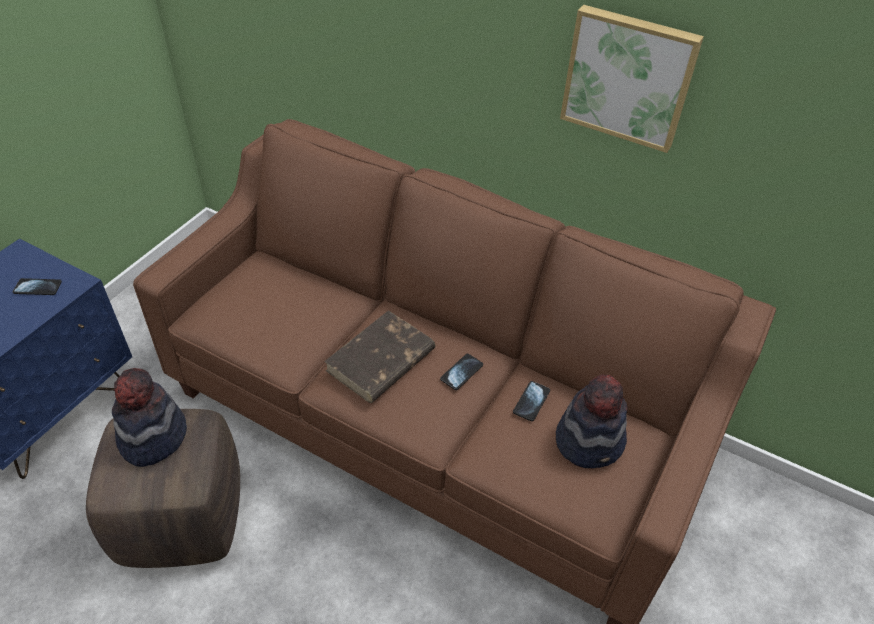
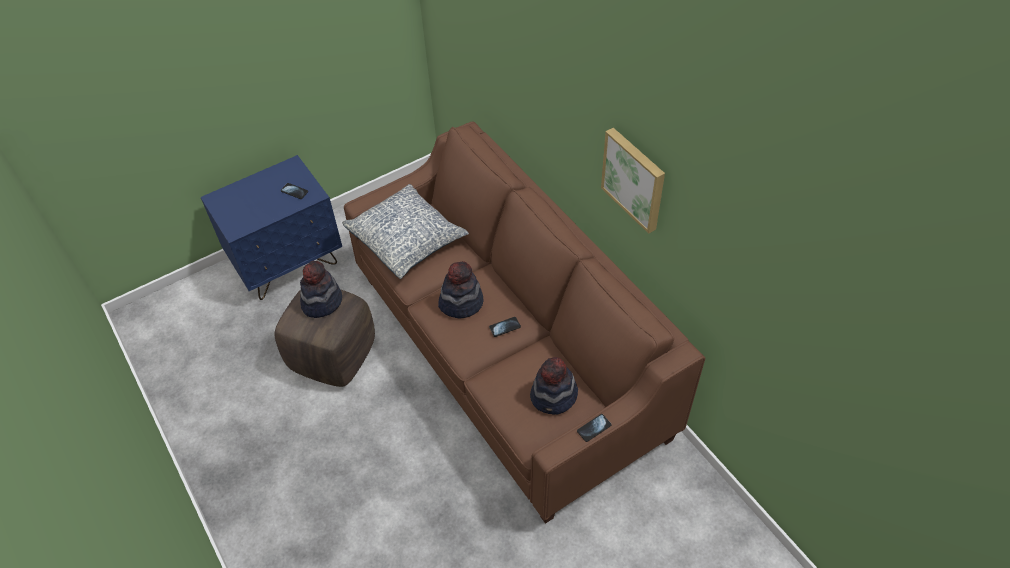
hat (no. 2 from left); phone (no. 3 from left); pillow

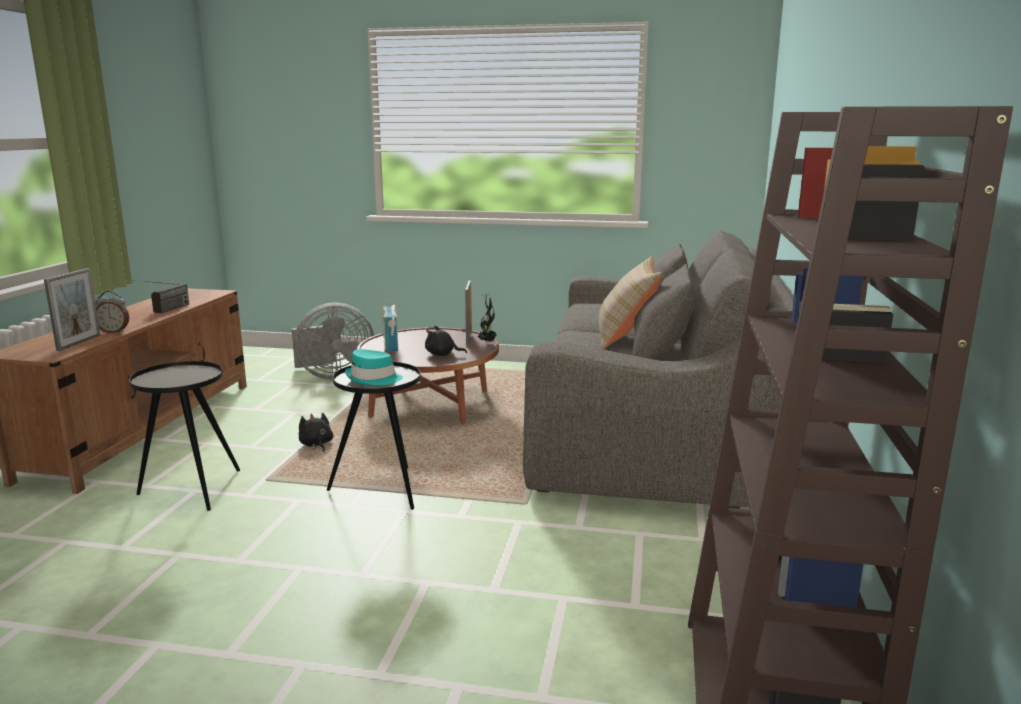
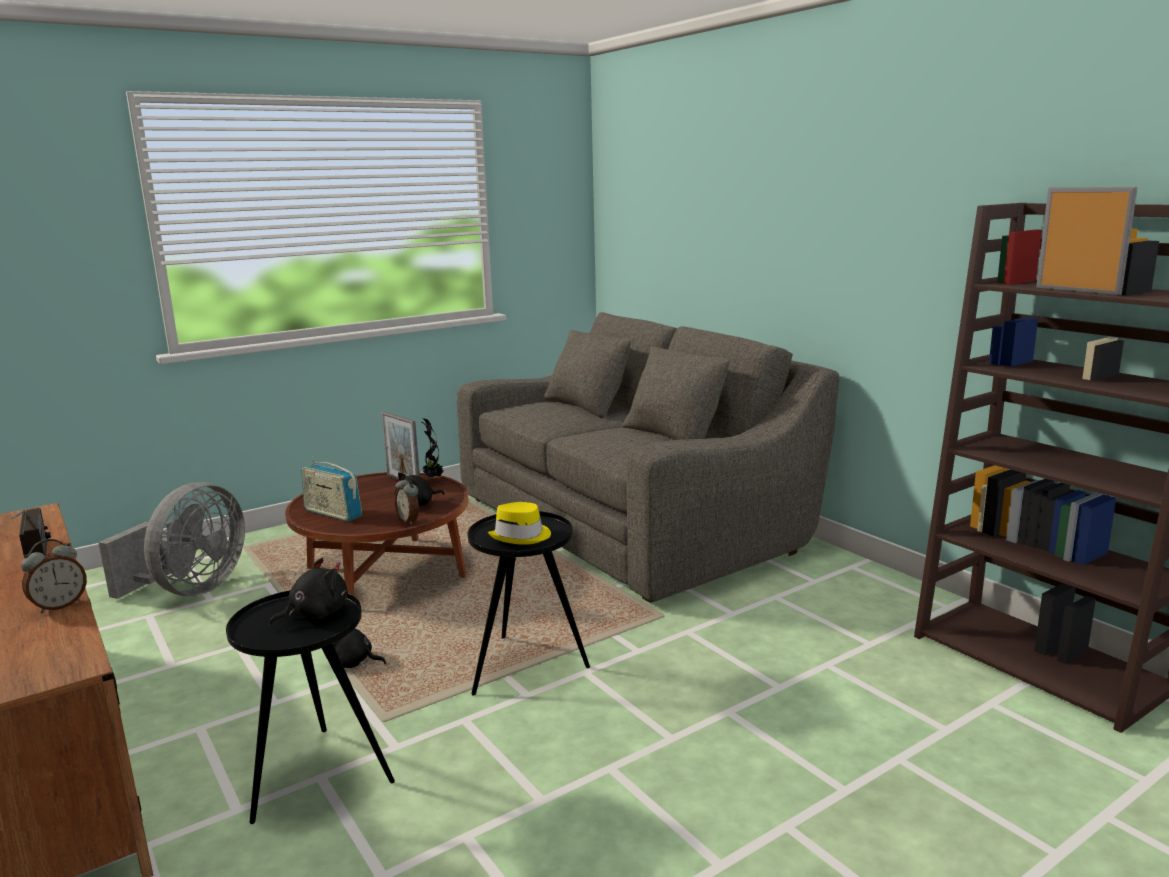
pillow/beige; picture frame (no. 2 from left); hat/yellow; alarm clock (no. 2 from left); plush toy/black (no. 1 from left)

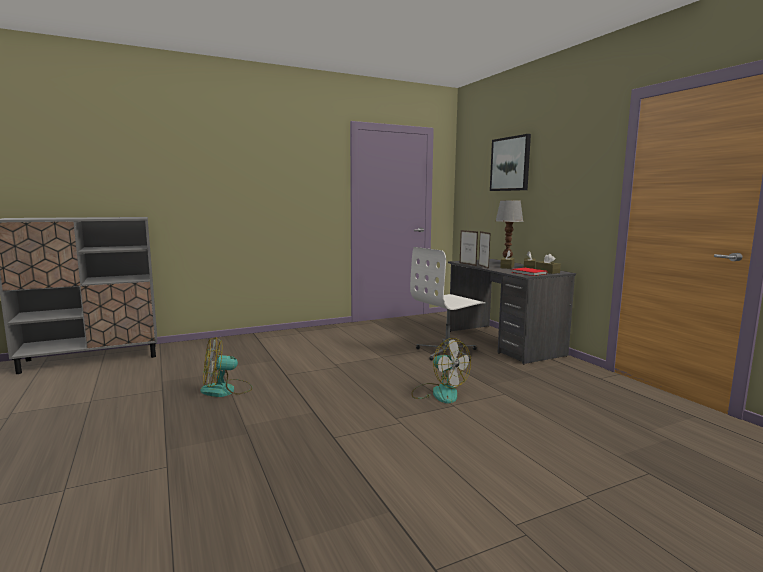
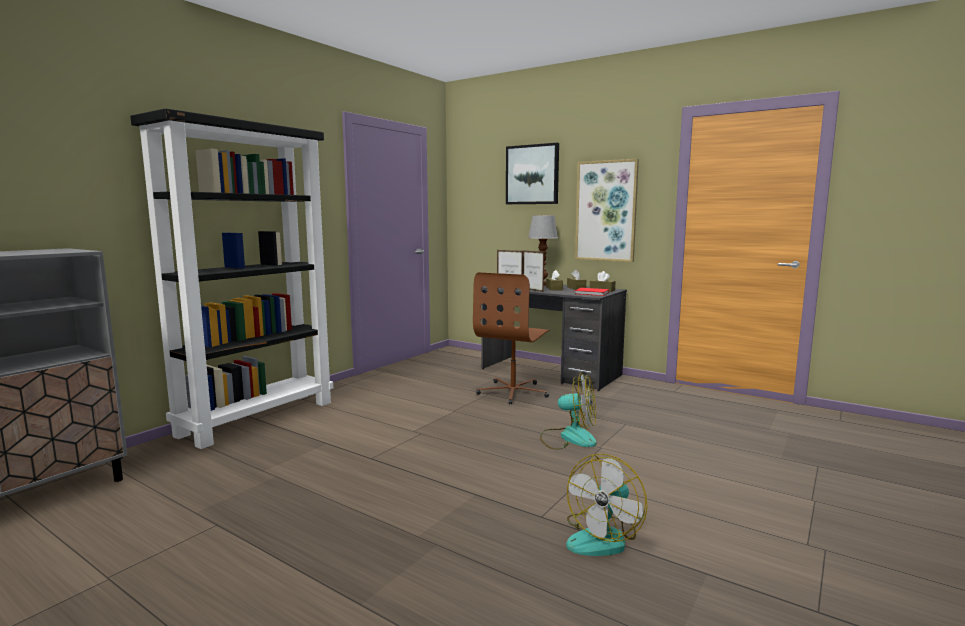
office chair/brown; fan (no. 2 from left); bookcase/black; picture (no. 2 from left)

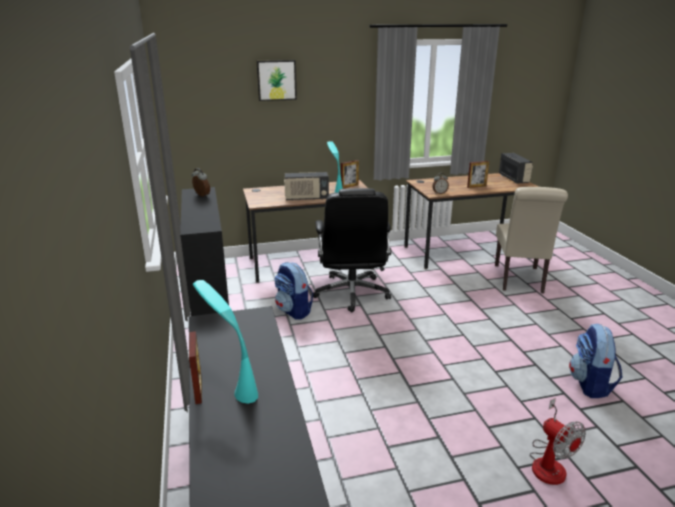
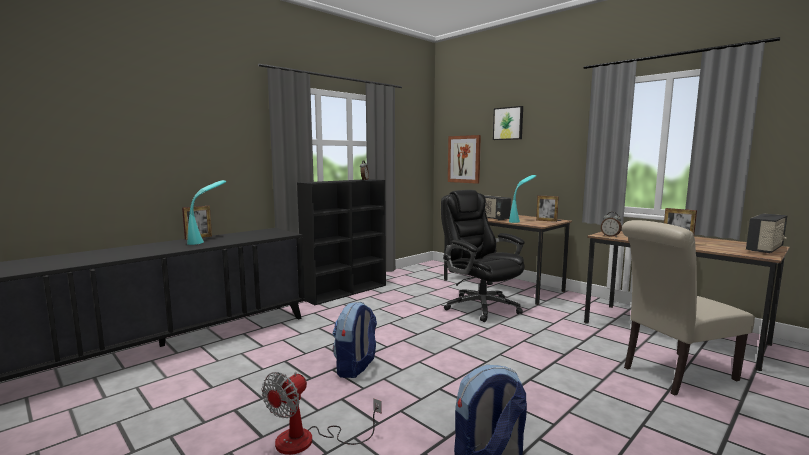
office chair/black; backpack (no. 1 from left); picture (no. 1 from left)

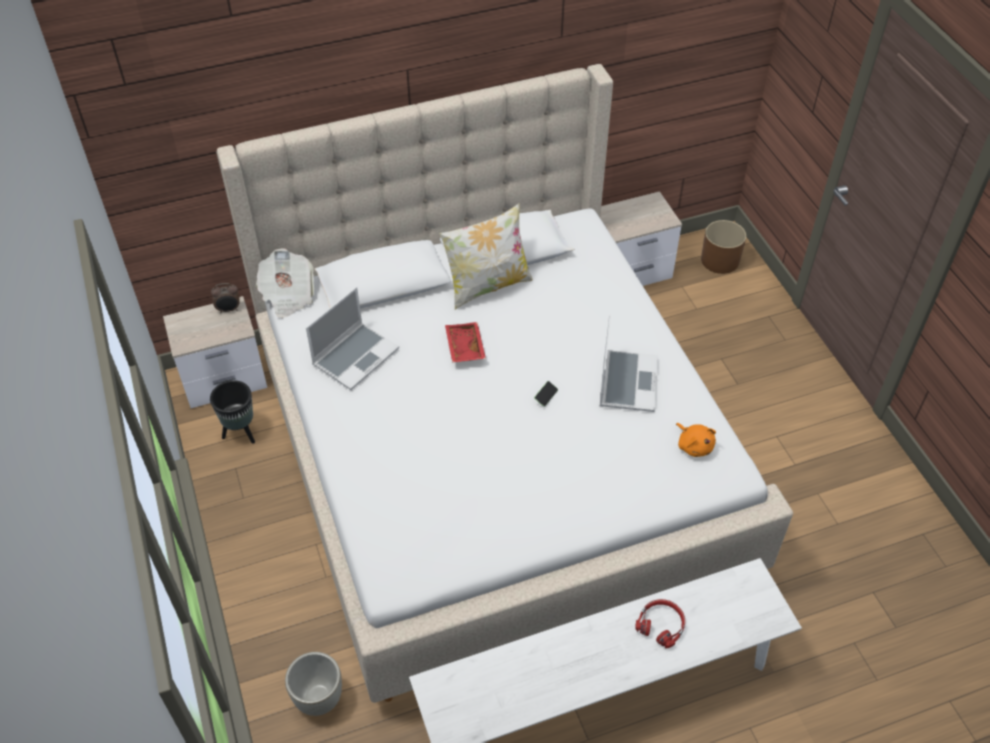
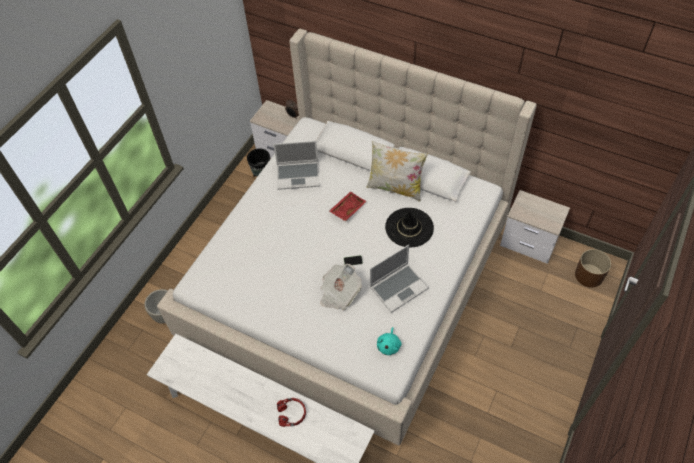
newspaper; plush toy/turquoise; hat/black

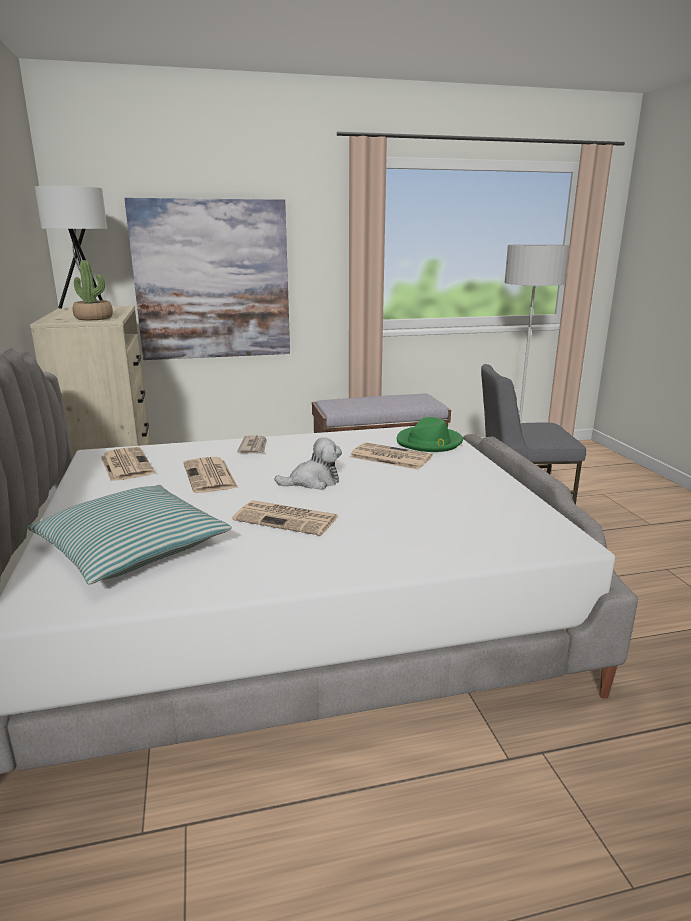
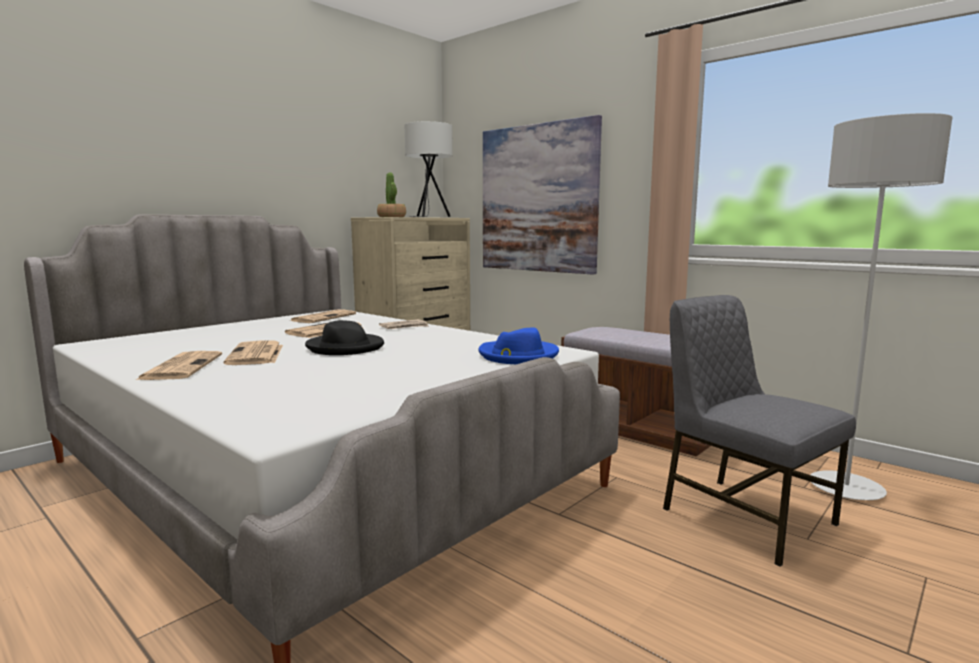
hat/blue; hat/black; newspaper (no. 1 from left); pillow

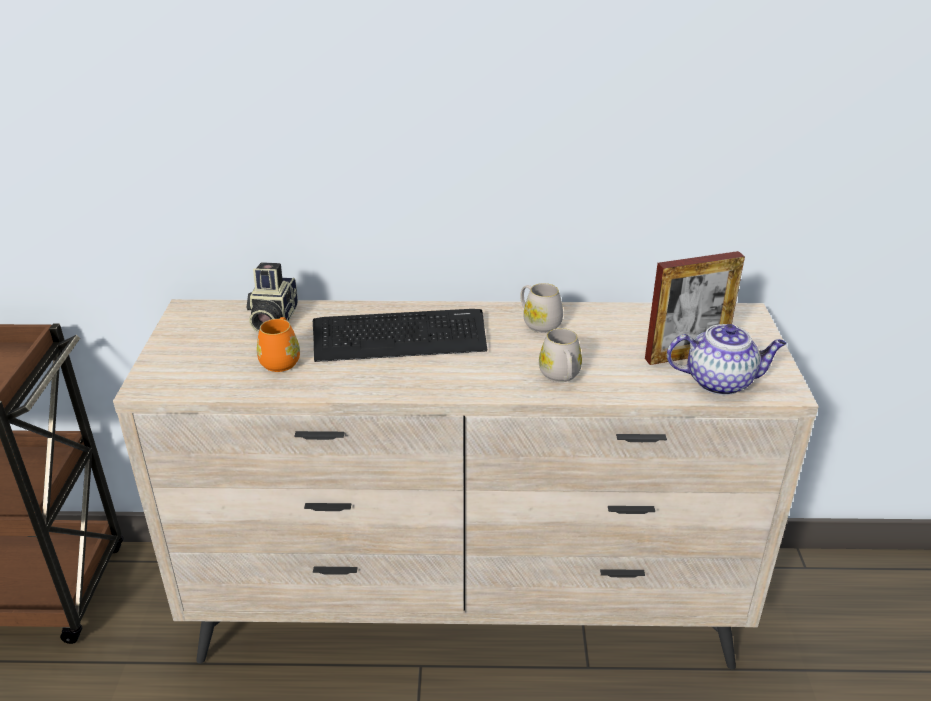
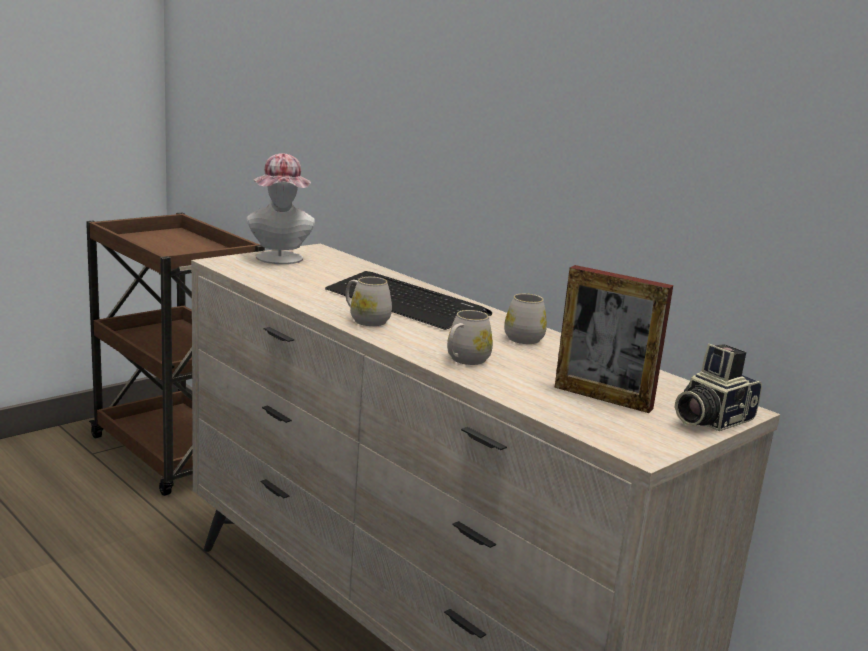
photo camera; mug/orange; teapot; hat; mug/white (no. 1 from left)

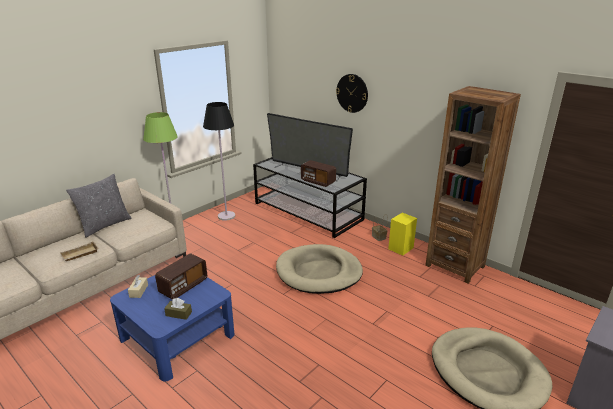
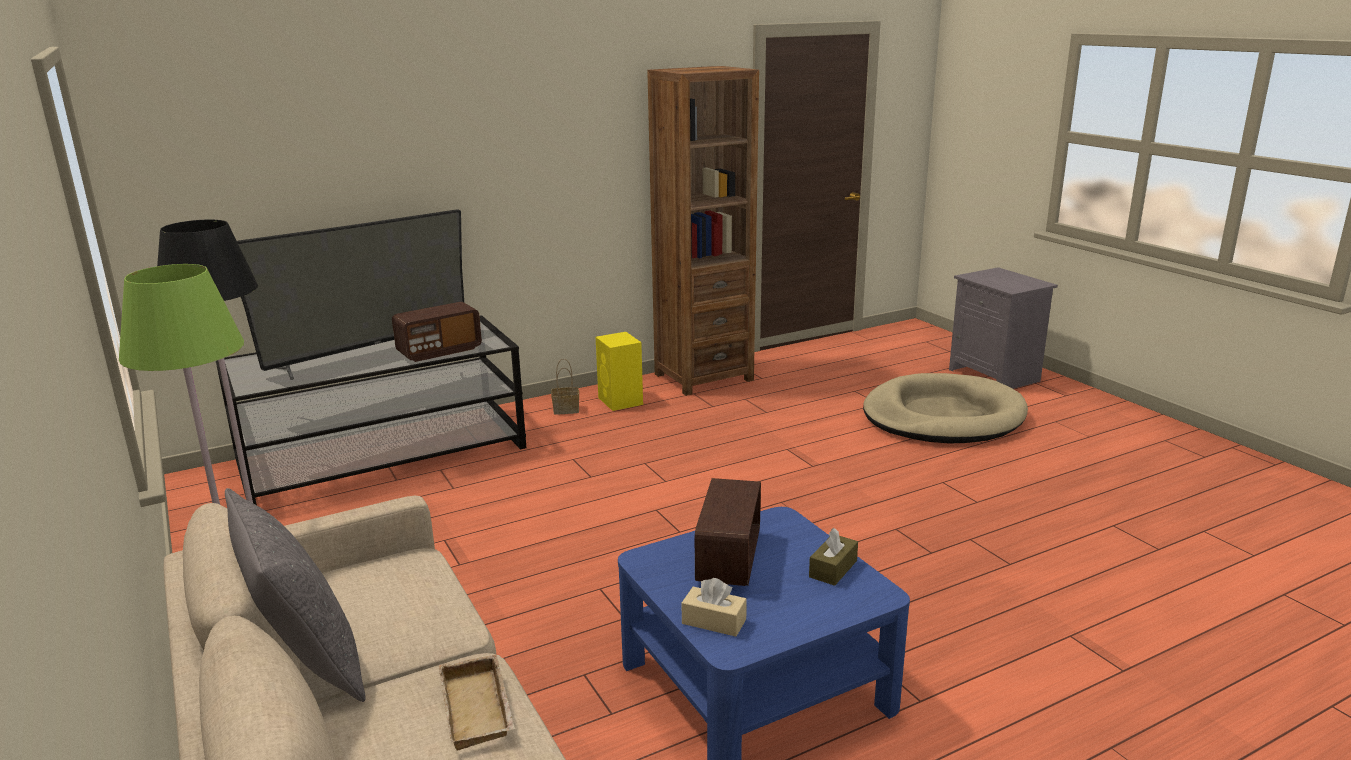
wall clock; dog bed/beige (no. 1 from left in the first image); radio (no. 2 from left)

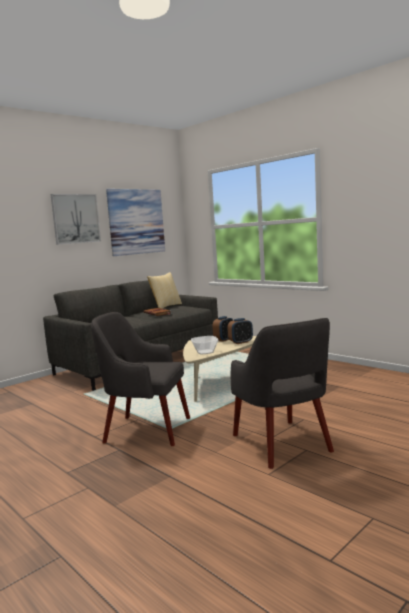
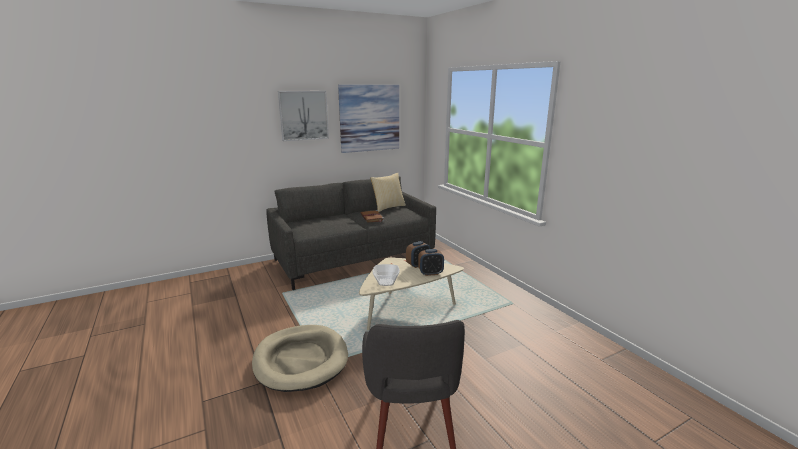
dog bed/beige

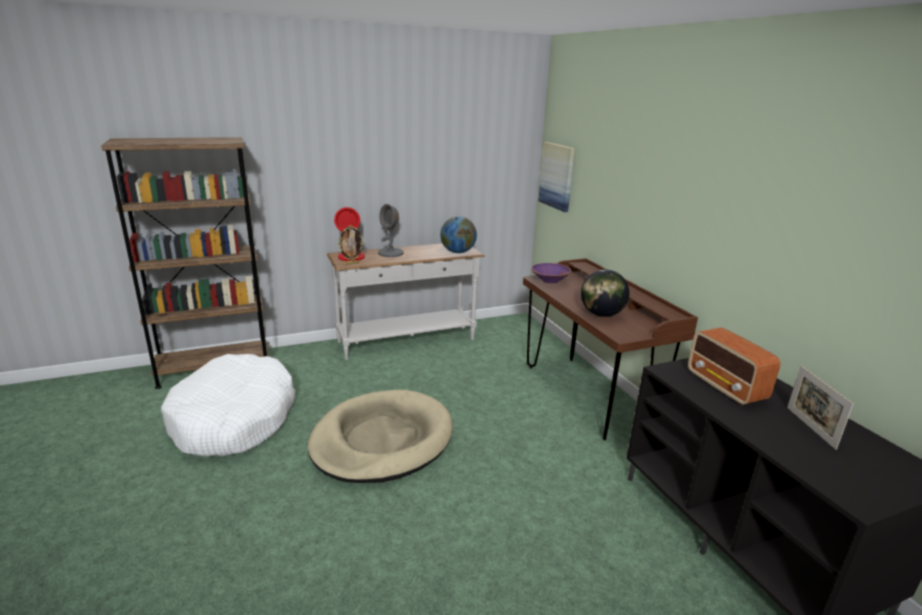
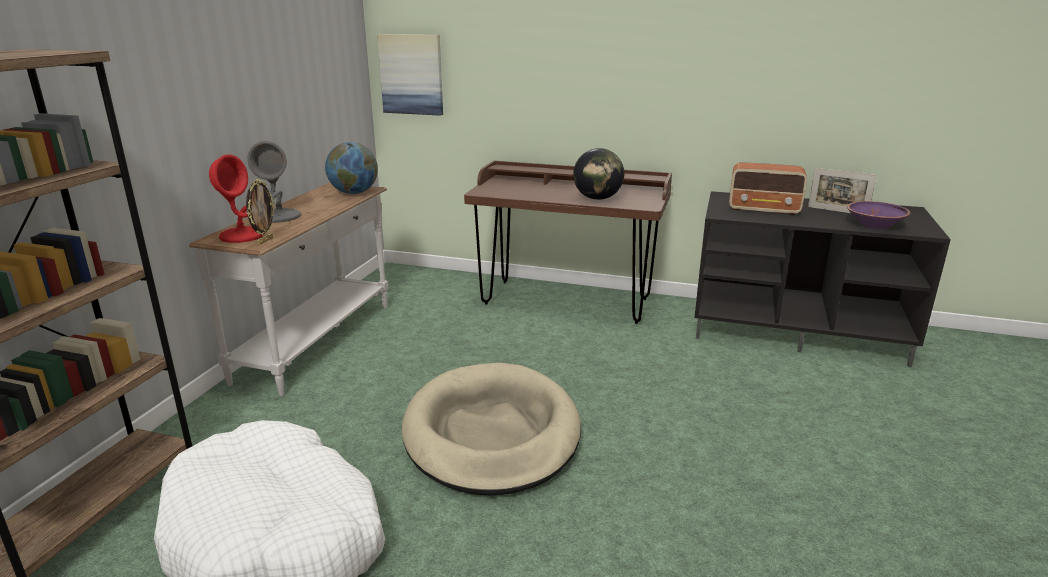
bowl/purple

